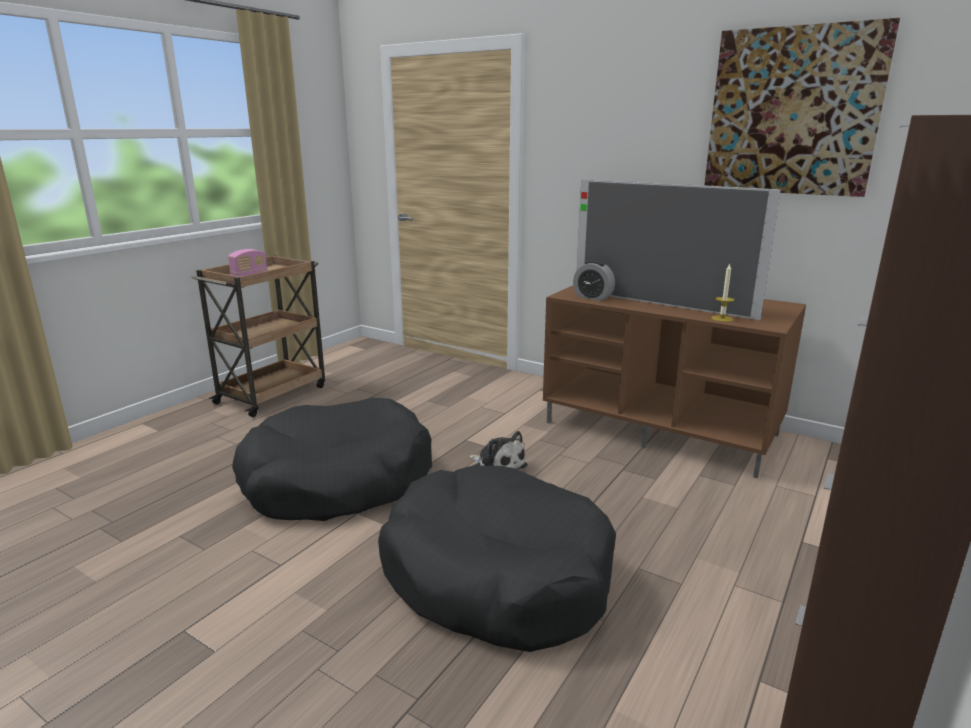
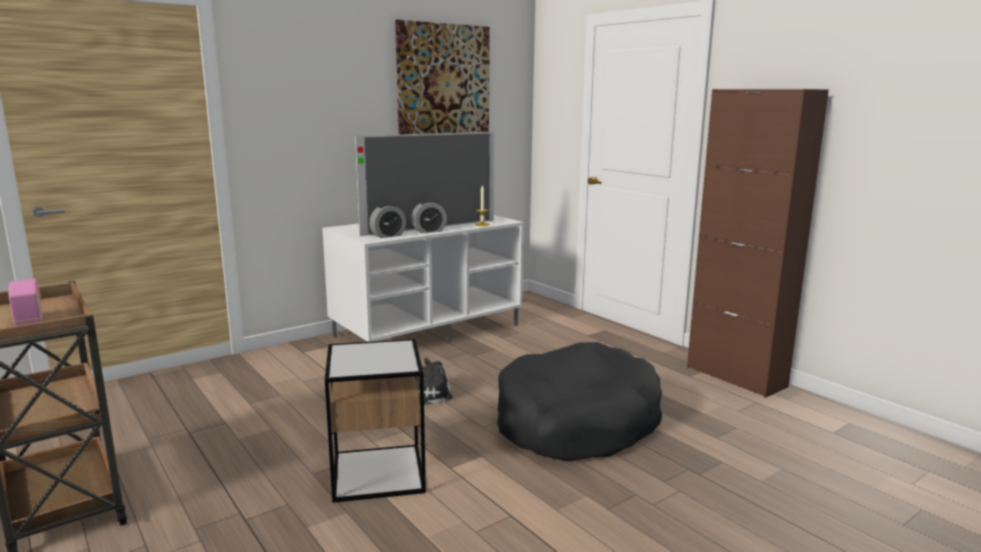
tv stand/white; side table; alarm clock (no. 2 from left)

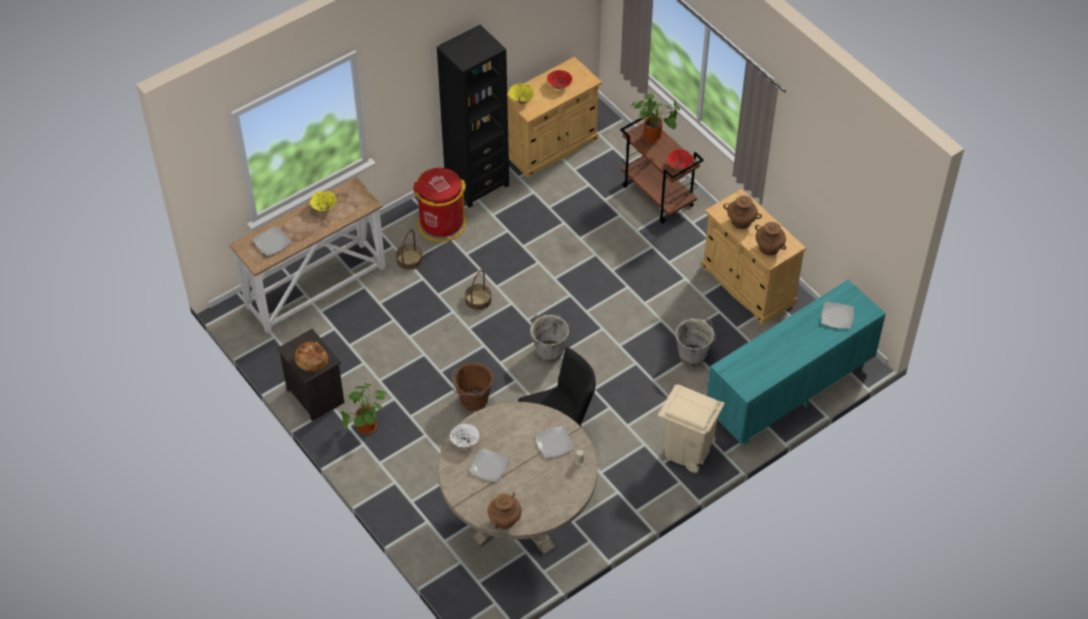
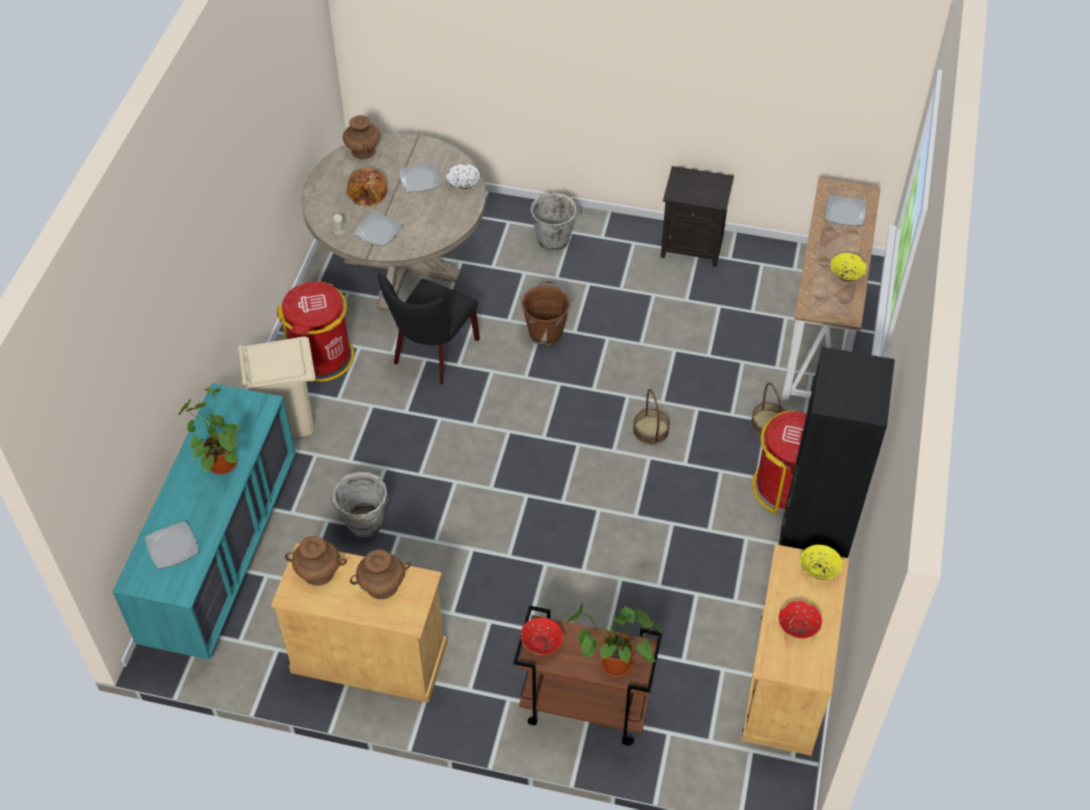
bucket/grey (no. 2 from left); bread; potted plant (no. 1 from left); trash can/red (no. 1 from left)

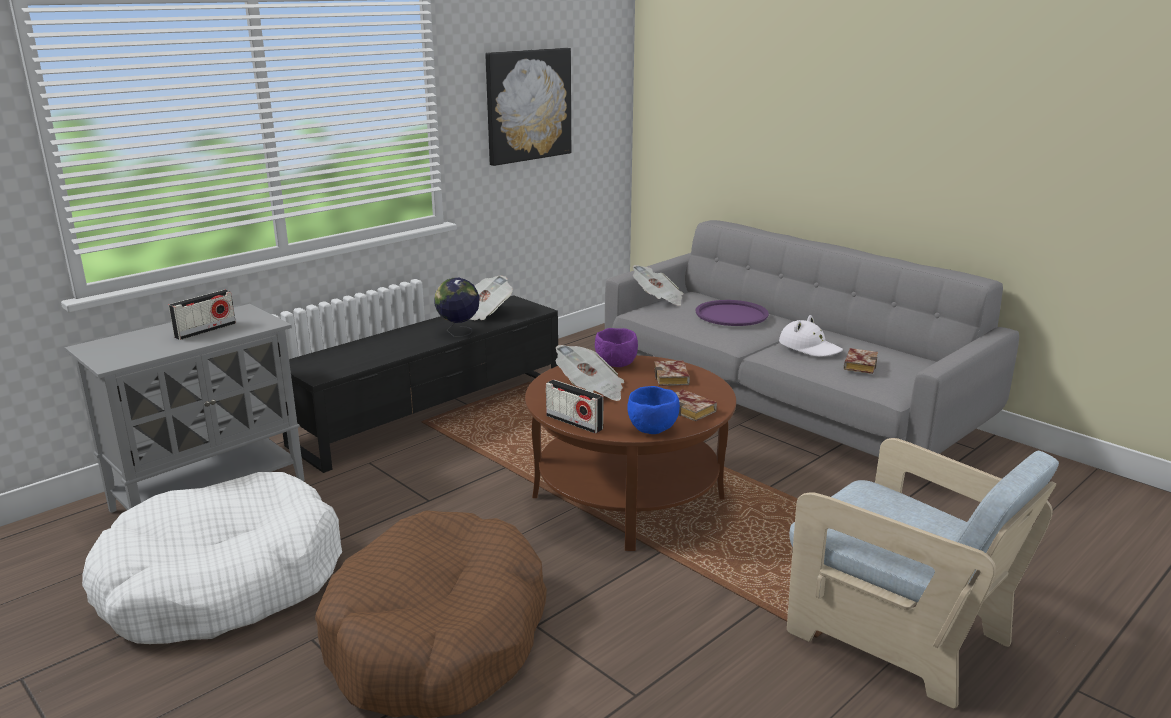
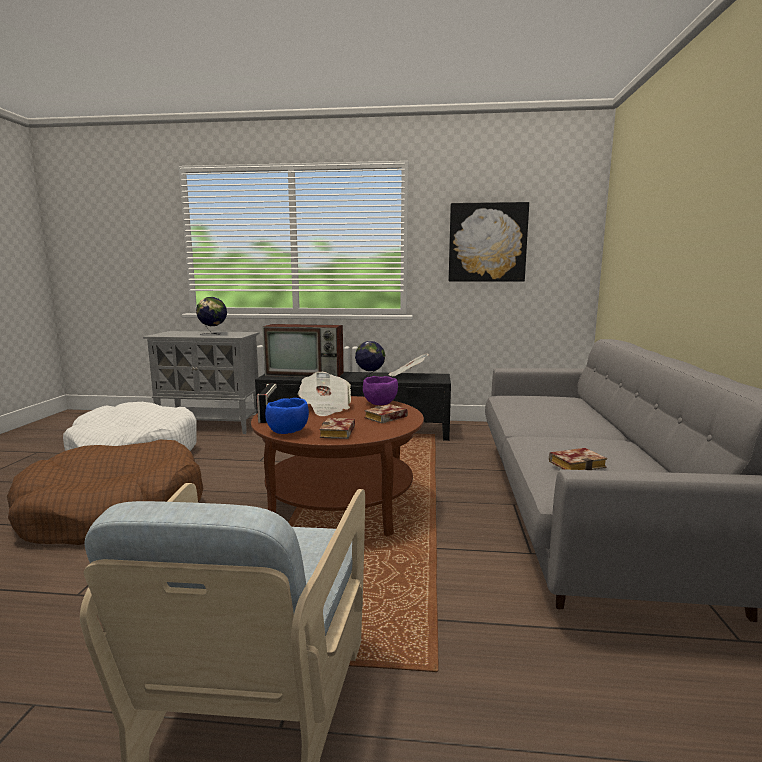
newspaper (no. 3 from left in the first image); globe (no. 1 from left); tray/purple; hat/white; television

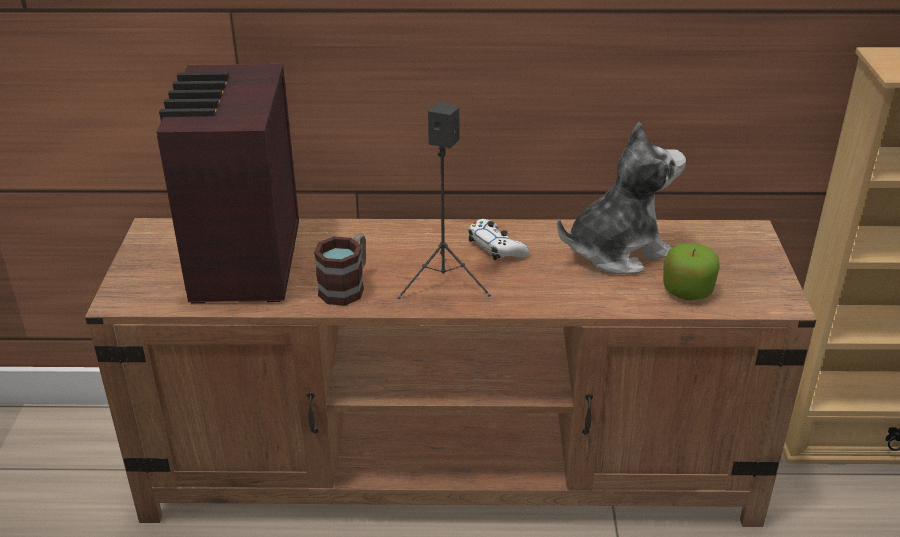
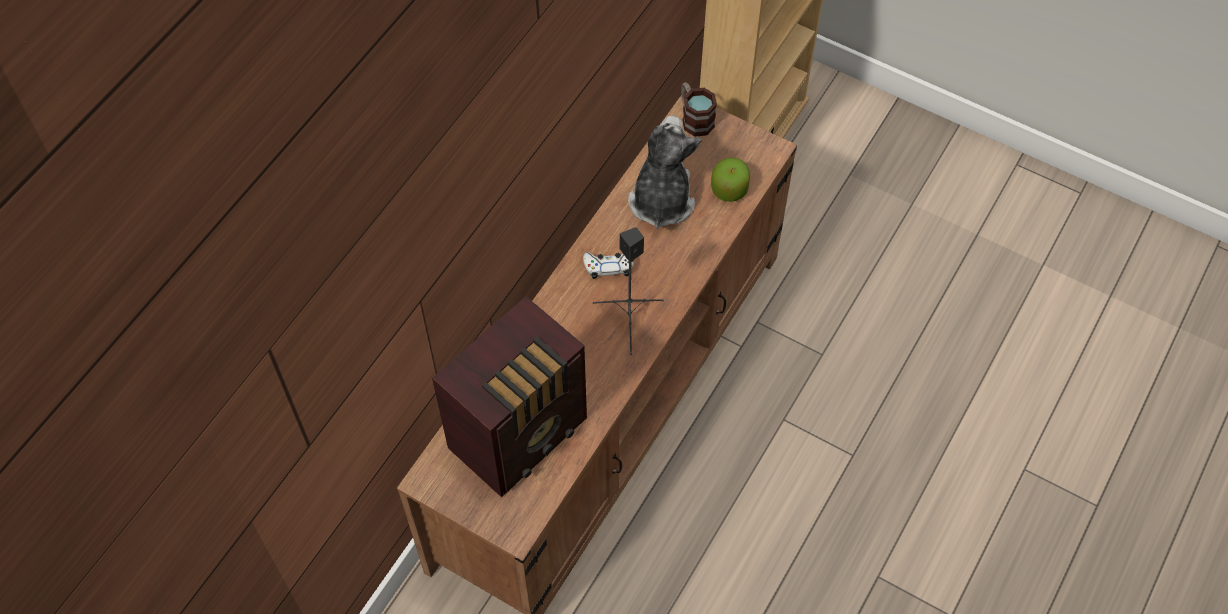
radio; mug

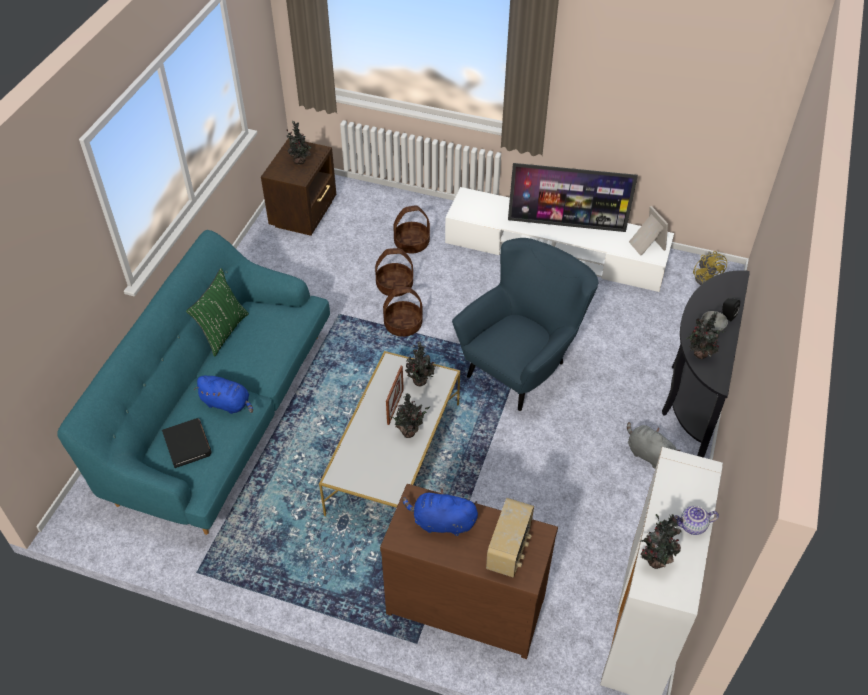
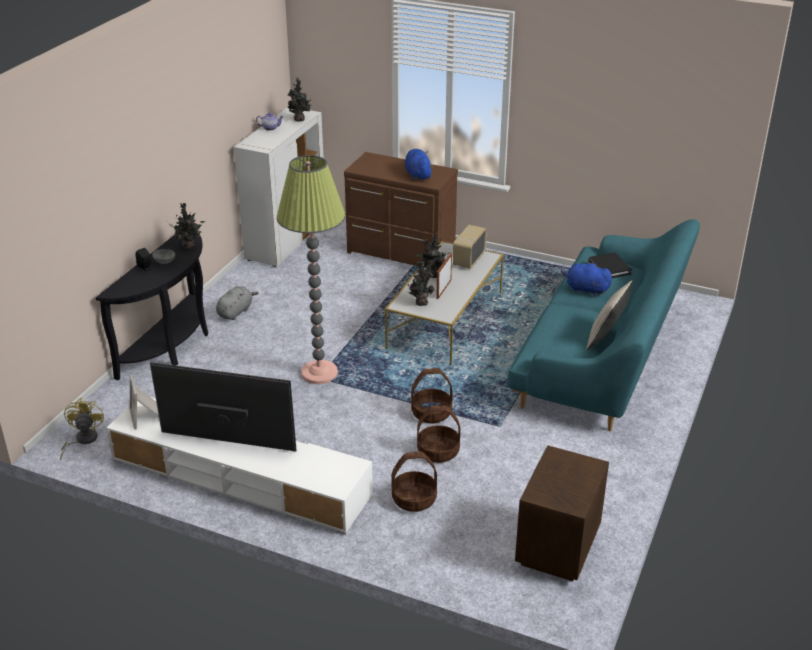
potted plant (no. 1 from left in the first image); floor lamp; pillow/beige; plush toy/grey; plush toy/blue (no. 1 from left); radio

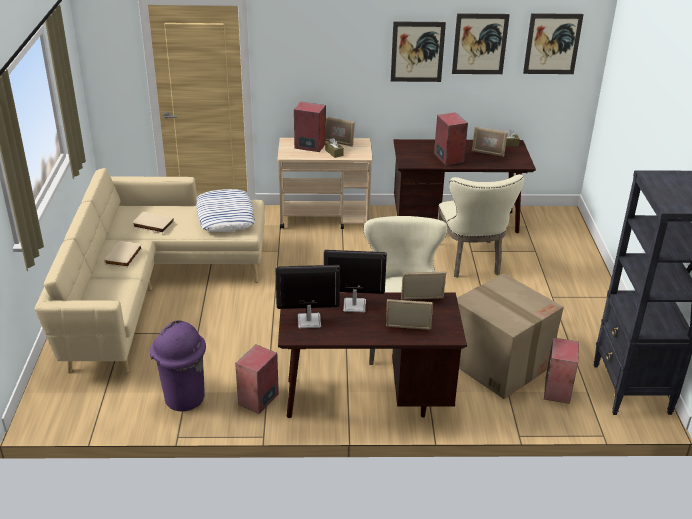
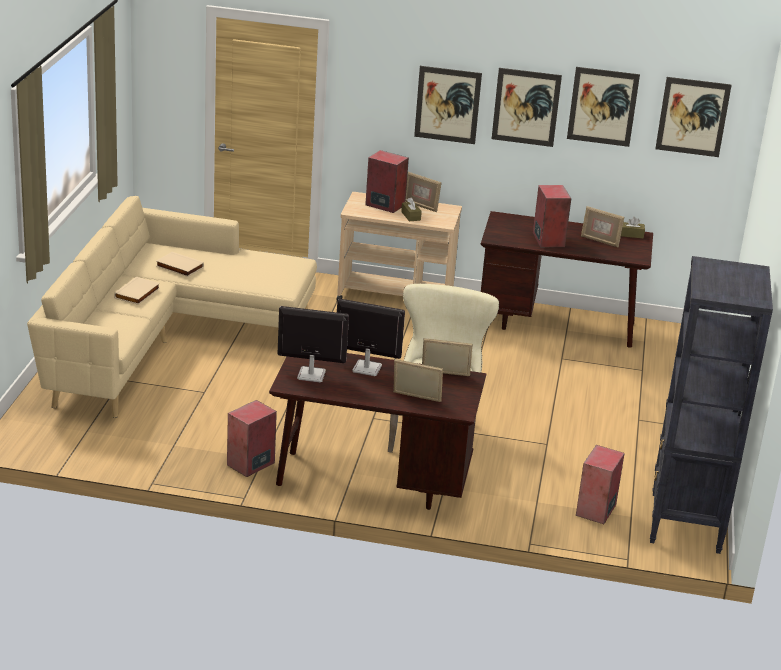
chair/beige (no. 2 from left in the first image); pillow; cardboard box; trash can/purple; picture (no. 1 from left)

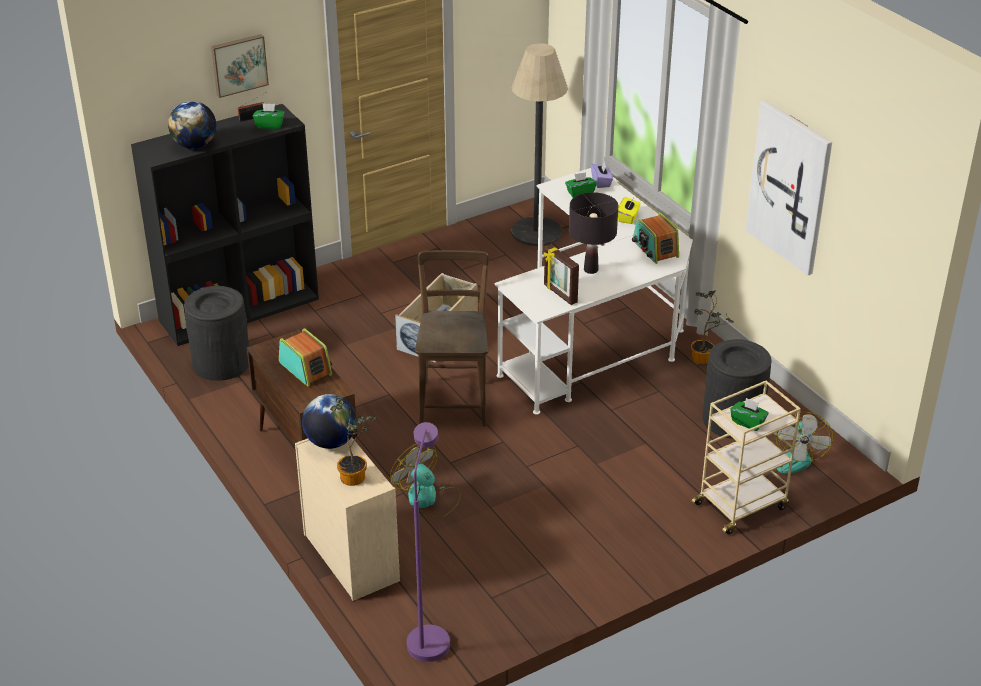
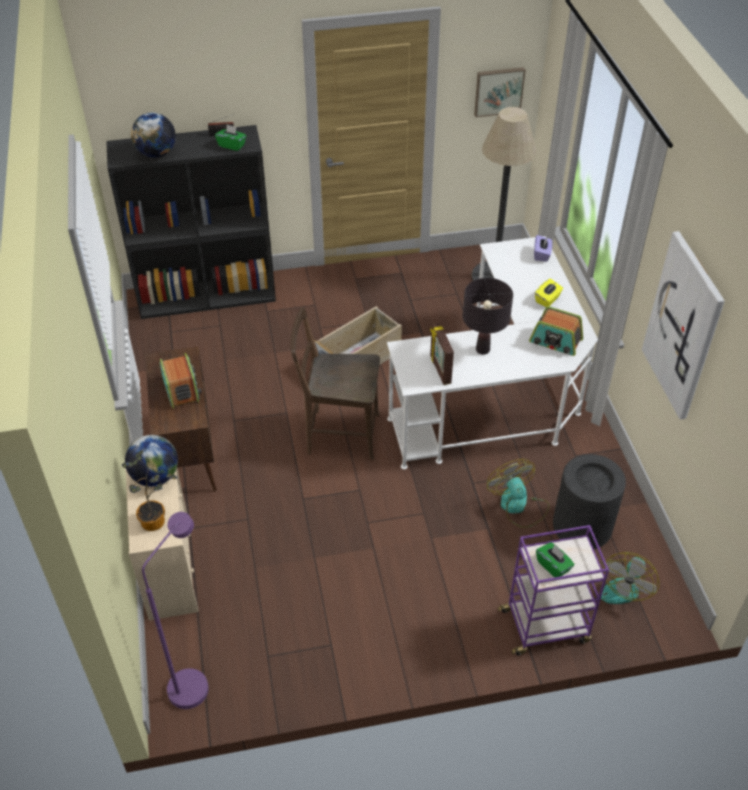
picture (no. 1 from left); tissue box/green (no. 2 from left in the first image); radio (no. 3 from left); chair/brown; trash can/black (no. 1 from left in the first image); potted plant (no. 2 from left in the first image); cart/purple; fan (no. 1 from left)

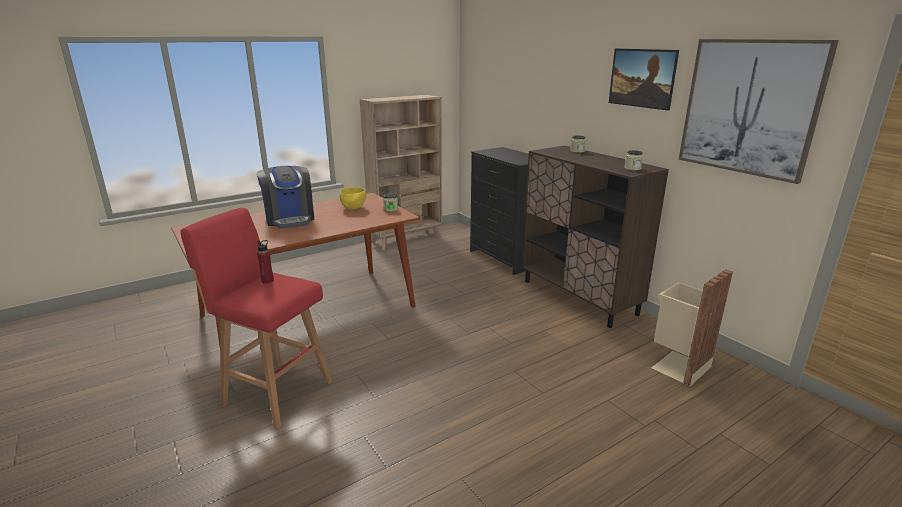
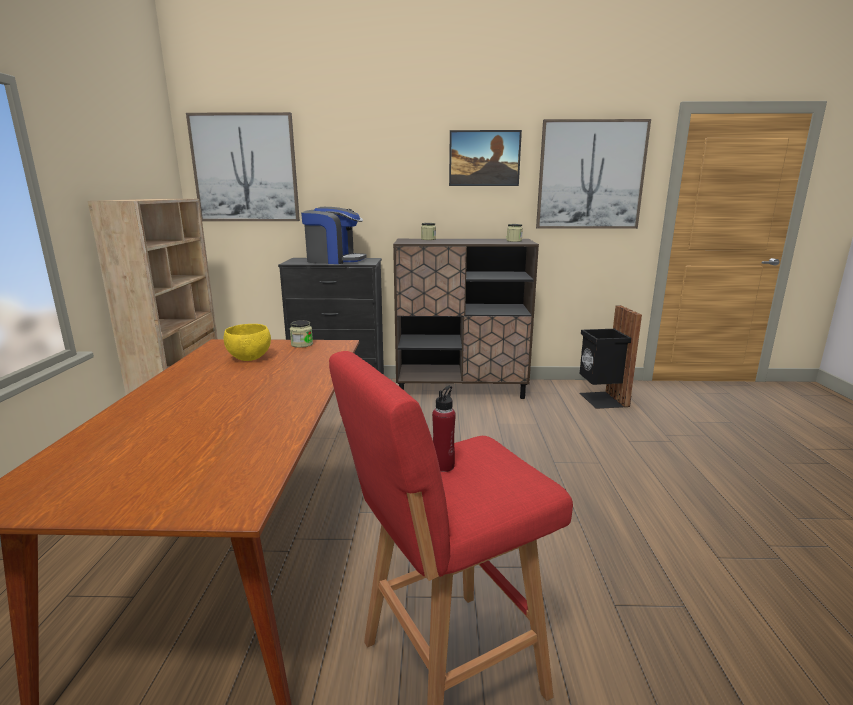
coffee machine; trash can/black; picture (no. 1 from left)

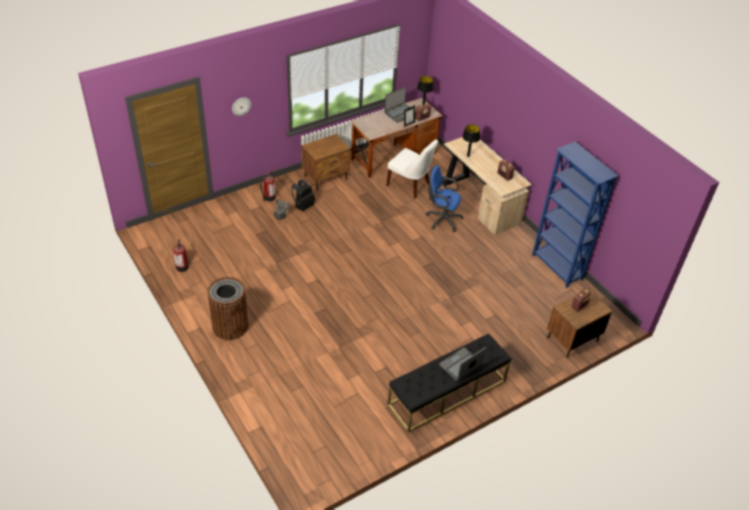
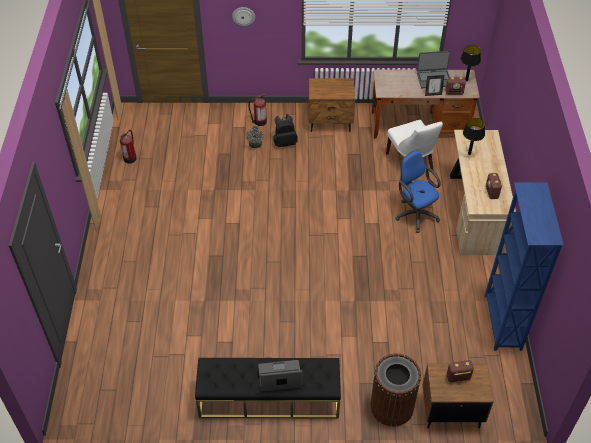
trash can/brown

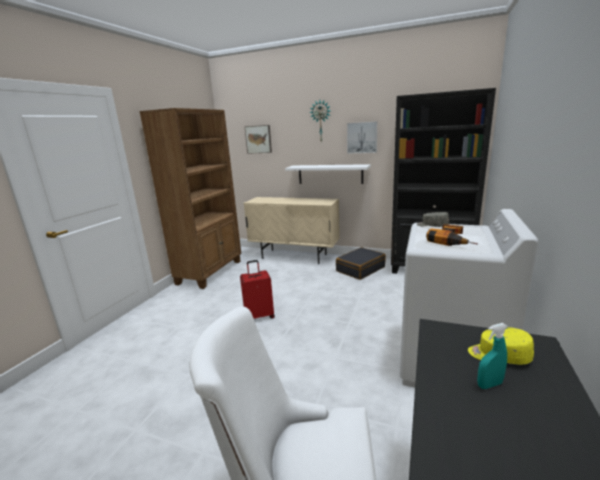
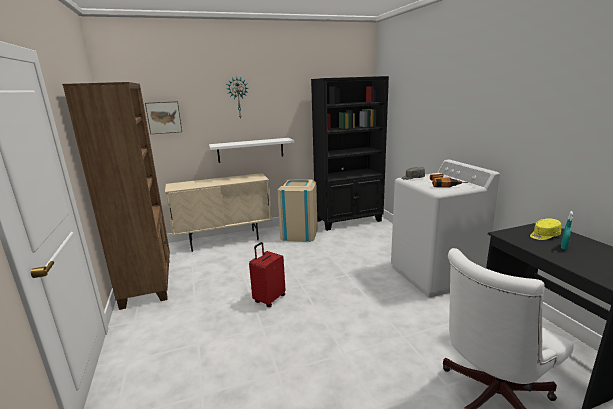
picture (no. 2 from left in the first image); trash can/beige

